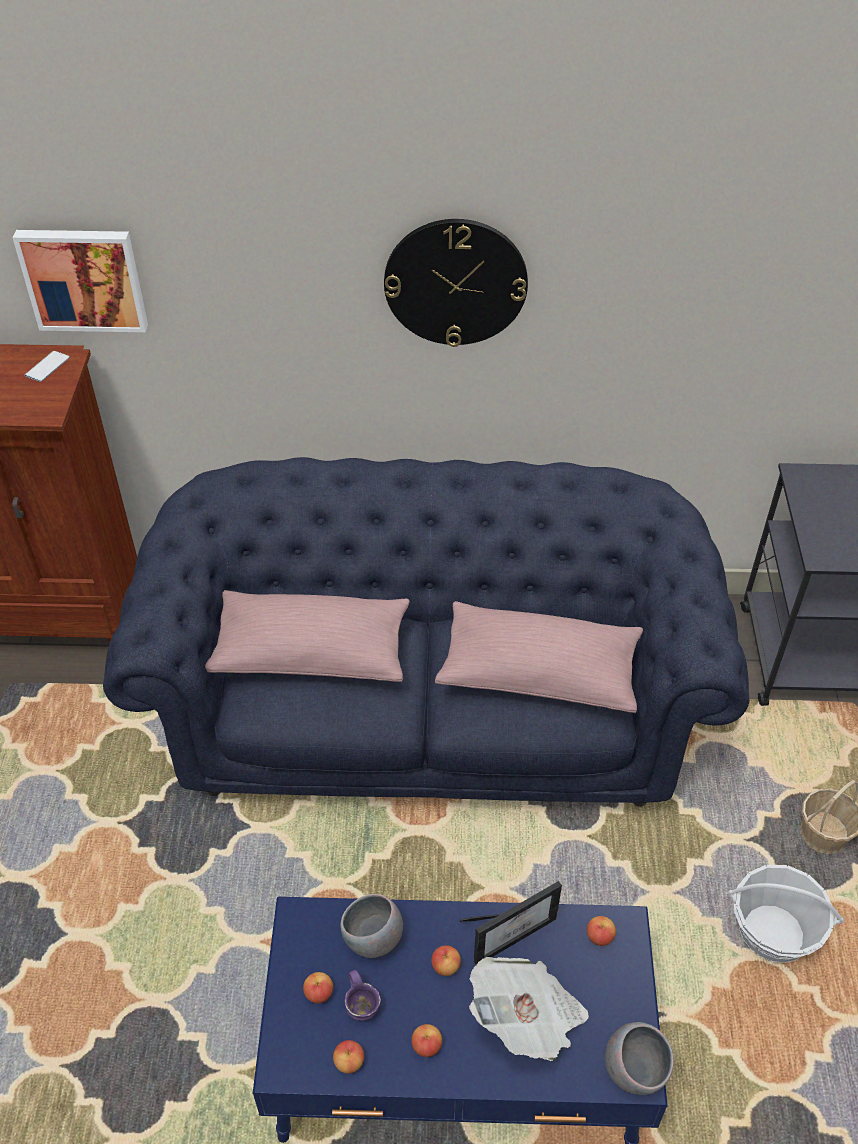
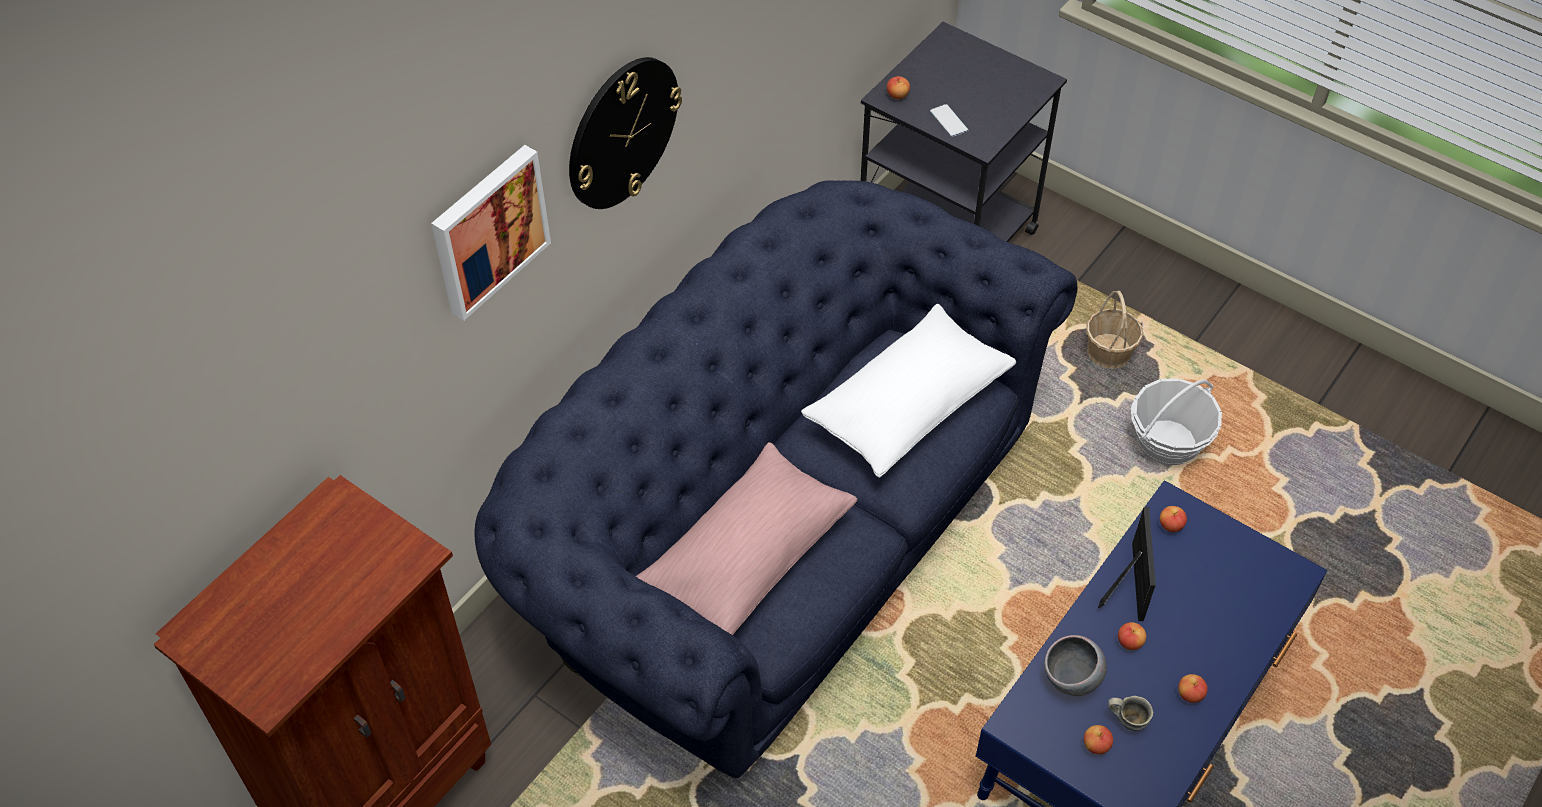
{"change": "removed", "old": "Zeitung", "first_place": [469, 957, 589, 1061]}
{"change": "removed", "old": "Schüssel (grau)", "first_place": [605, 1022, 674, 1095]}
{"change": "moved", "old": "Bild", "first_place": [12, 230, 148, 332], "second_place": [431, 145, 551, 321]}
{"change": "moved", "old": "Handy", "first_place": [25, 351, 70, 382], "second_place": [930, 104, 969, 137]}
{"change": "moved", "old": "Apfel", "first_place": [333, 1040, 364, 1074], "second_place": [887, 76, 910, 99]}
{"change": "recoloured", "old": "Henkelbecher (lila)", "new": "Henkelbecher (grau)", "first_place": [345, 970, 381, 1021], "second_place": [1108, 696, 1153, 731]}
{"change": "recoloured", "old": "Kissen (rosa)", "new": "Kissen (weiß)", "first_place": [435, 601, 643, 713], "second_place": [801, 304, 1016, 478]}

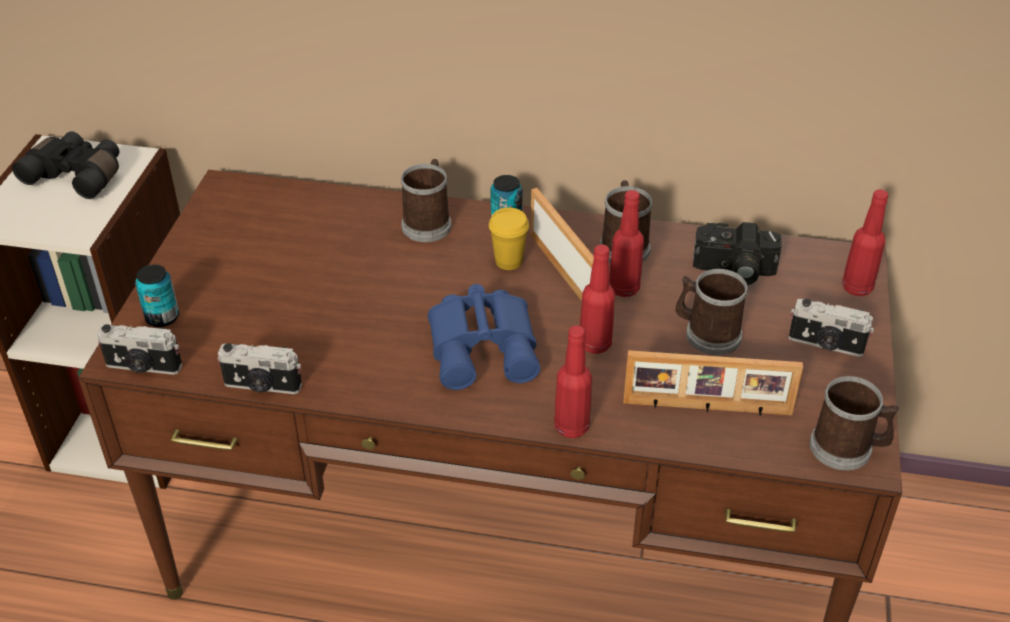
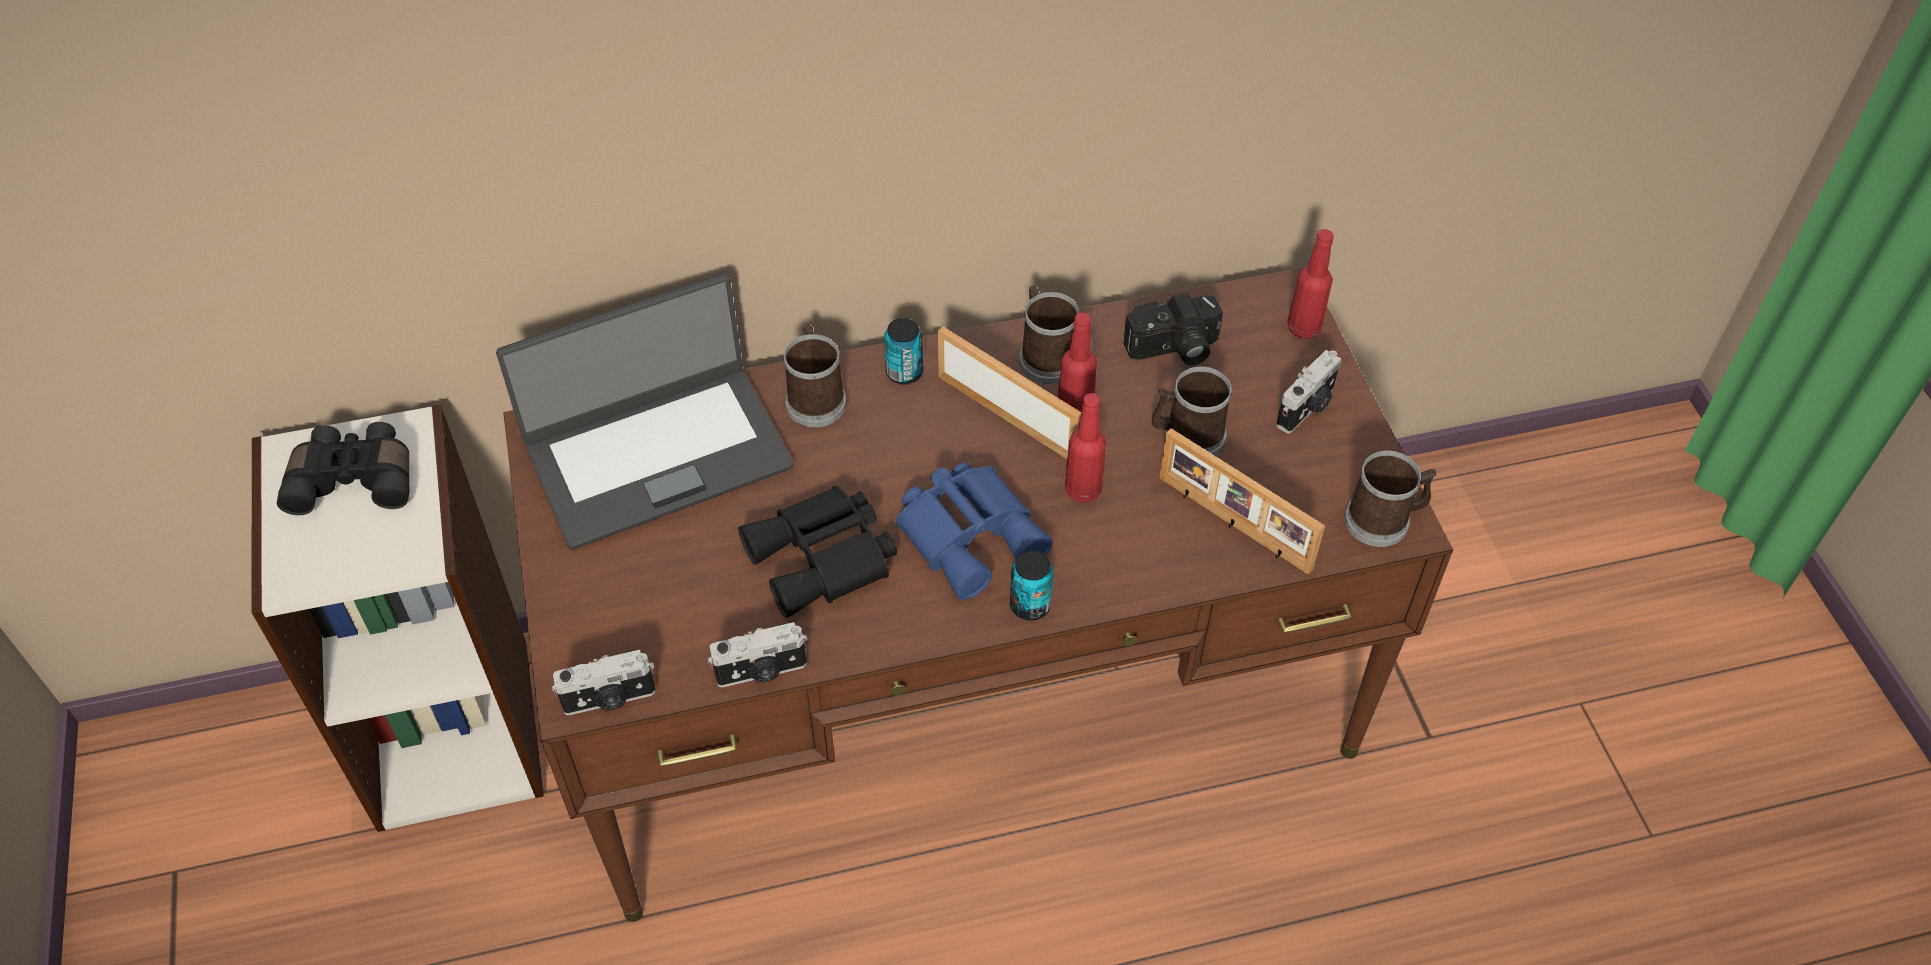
{"change": "removed", "old": "Tasse (gelb)", "first_place": [489, 208, 529, 270]}
{"change": "removed", "old": "Flasche (rot)", "first_place": [554, 325, 592, 438]}
{"change": "added", "new": "Laptop", "second_place": [496, 273, 793, 550]}
{"change": "added", "new": "Fernglas (schwarz)", "second_place": [738, 486, 897, 618]}
{"change": "moved", "old": "Dose", "first_place": [135, 264, 179, 327], "second_place": [1010, 551, 1054, 621]}
{"change": "turned", "old": "Bilderrahmen", "first_place": [623, 350, 803, 416], "second_place": [1159, 428, 1325, 575], "degrees": 60}
{"change": "turned", "old": "Kamera", "first_place": [789, 299, 874, 357], "second_place": [1276, 350, 1341, 434], "degrees": -45}

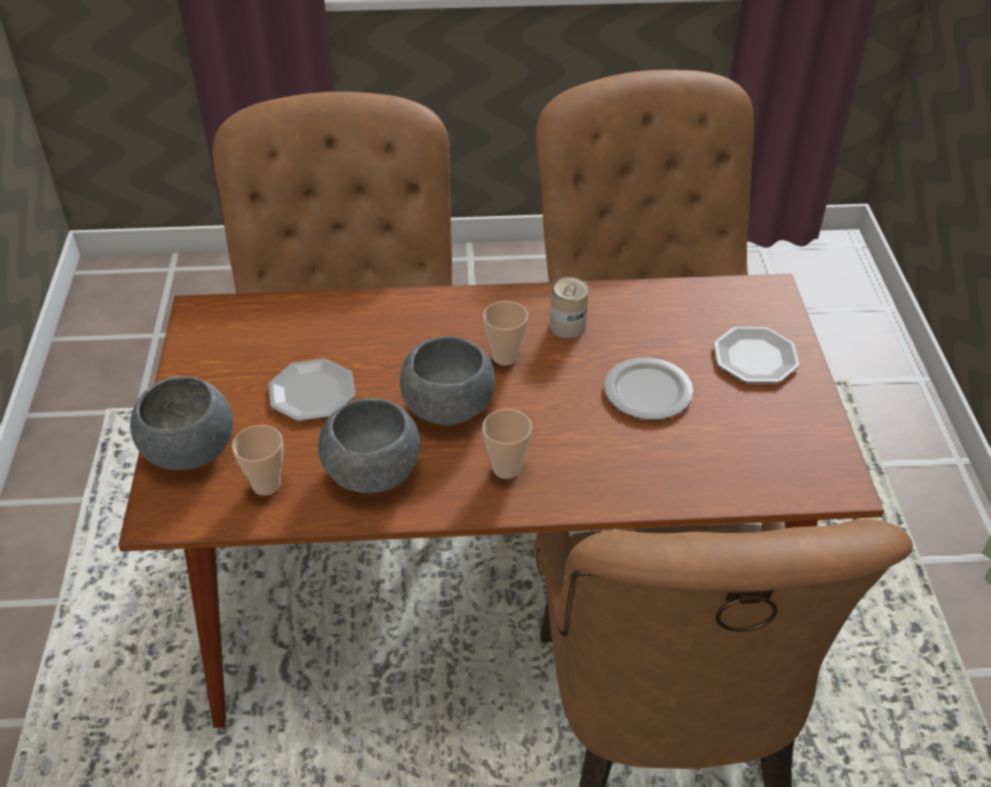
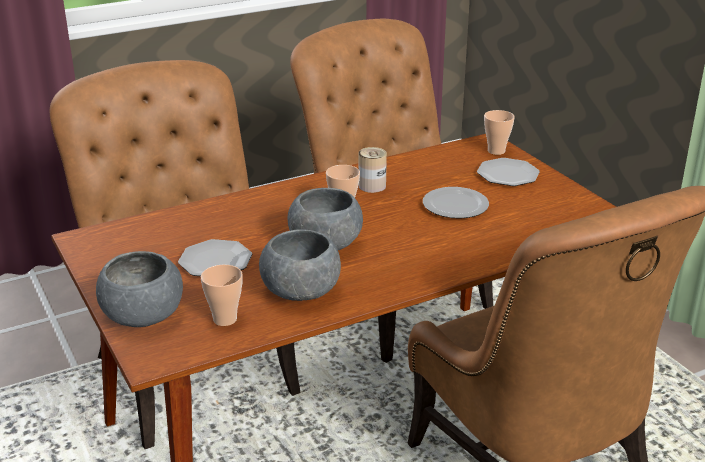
{"change": "moved", "old": "Tasse", "first_place": [482, 409, 532, 479], "second_place": [484, 110, 515, 155]}

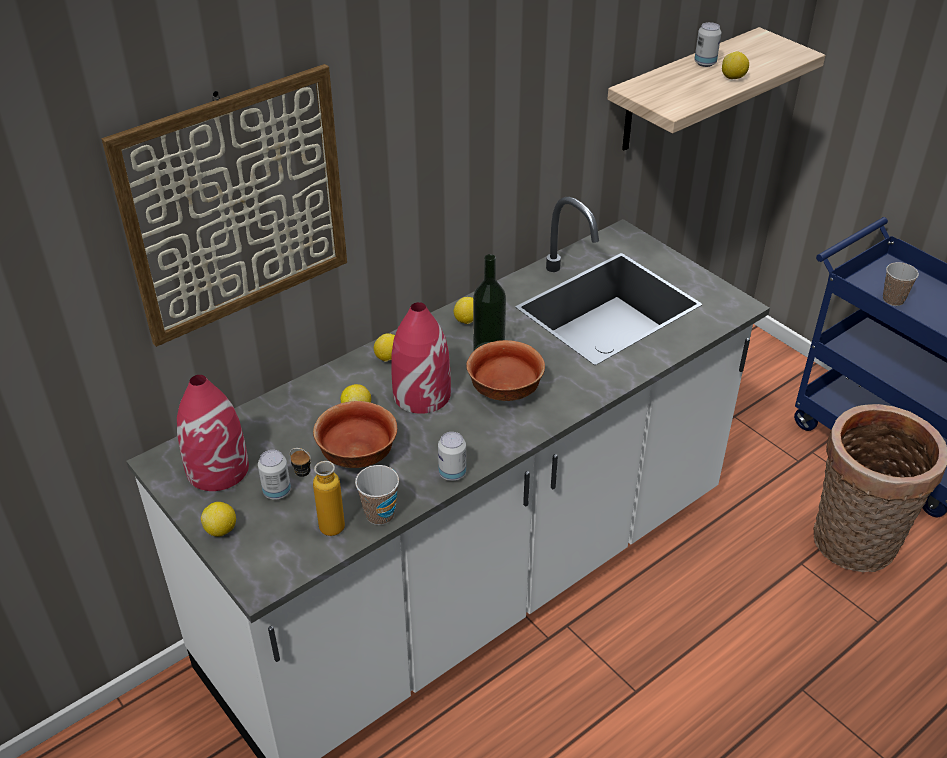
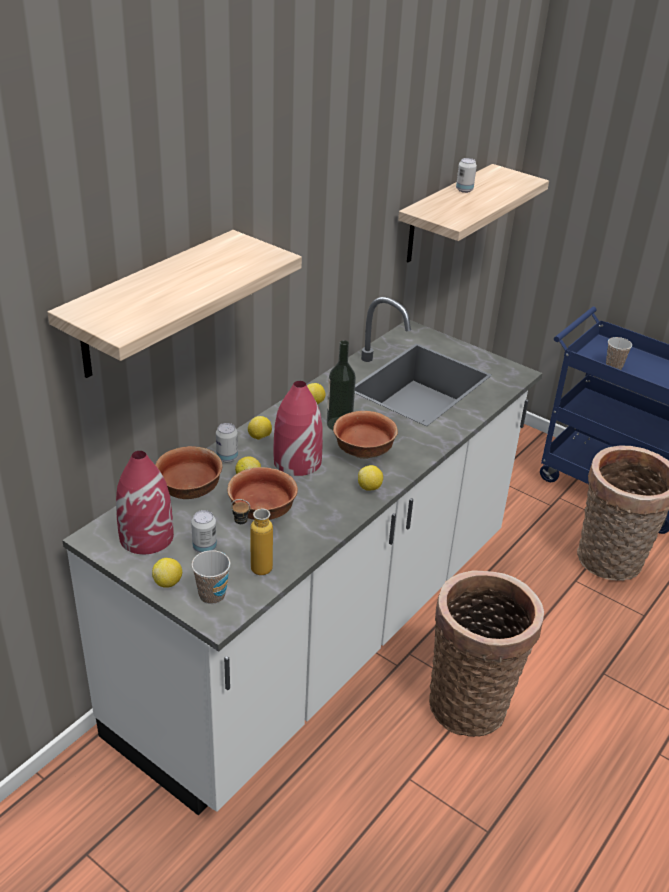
{"change": "added", "new": "Schüssel", "second_place": [155, 446, 222, 499]}
{"change": "added", "new": "Korb", "second_place": [429, 570, 544, 737]}
{"change": "moved", "old": "Tasse", "first_place": [355, 465, 399, 525], "second_place": [191, 550, 230, 604]}
{"change": "moved", "old": "Dose", "first_place": [438, 432, 466, 481], "second_place": [216, 423, 238, 462]}
{"change": "moved", "old": "Zitrone", "first_place": [722, 52, 749, 79], "second_place": [358, 465, 383, 491]}
{"change": "replaced", "old": "Bild", "new": "Wandregal", "first_place": [102, 64, 347, 347], "second_place": [48, 230, 302, 378]}

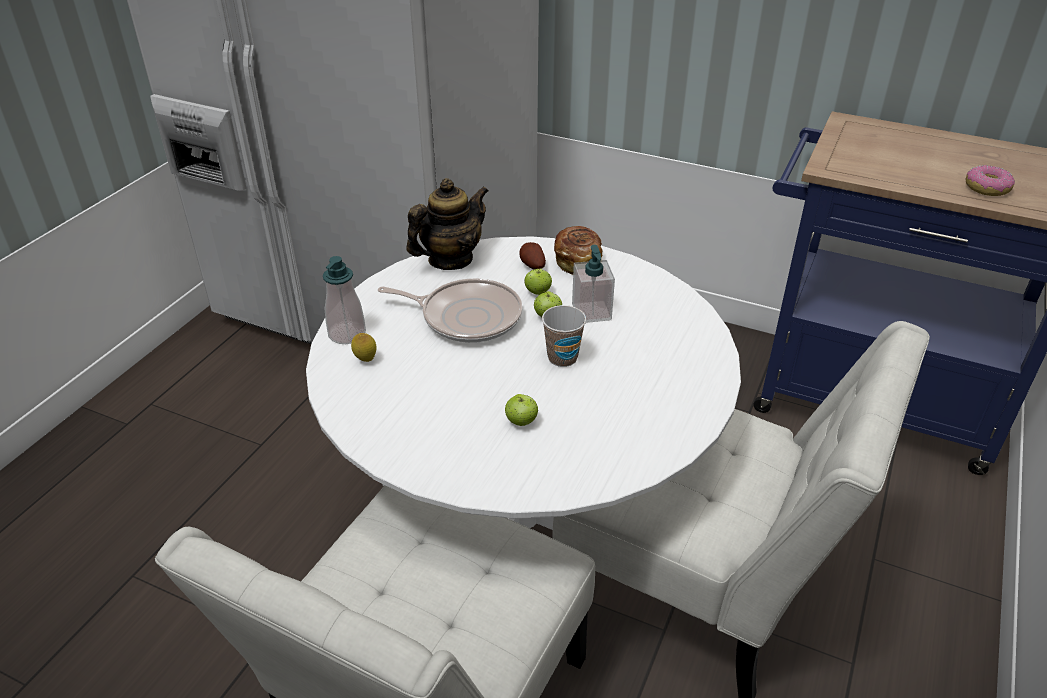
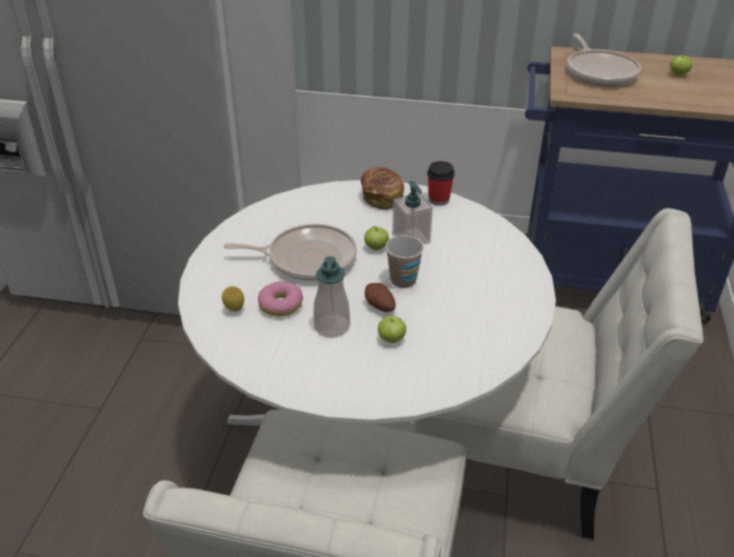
{"change": "removed", "old": "Teekanne", "first_place": [406, 178, 488, 270]}
{"change": "added", "new": "Tasse", "second_place": [427, 161, 455, 206]}
{"change": "added", "new": "Pfanne", "second_place": [567, 34, 641, 86]}
{"change": "moved", "old": "Seifenspender", "first_place": [323, 256, 366, 344], "second_place": [313, 256, 350, 338]}
{"change": "moved", "old": "Kartoffel", "first_place": [520, 242, 546, 269], "second_place": [365, 283, 396, 312]}
{"change": "moved", "old": "Apfel", "first_place": [524, 268, 552, 295], "second_place": [670, 53, 692, 76]}
{"change": "moved", "old": "Donut", "first_place": [965, 165, 1015, 196], "second_place": [258, 281, 303, 316]}

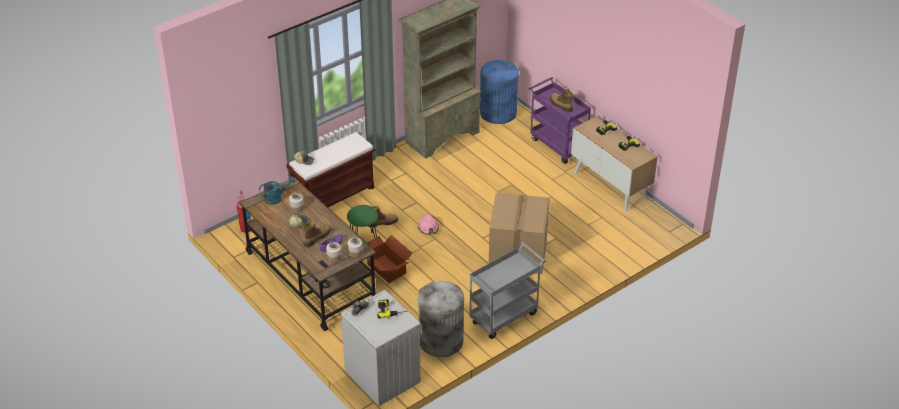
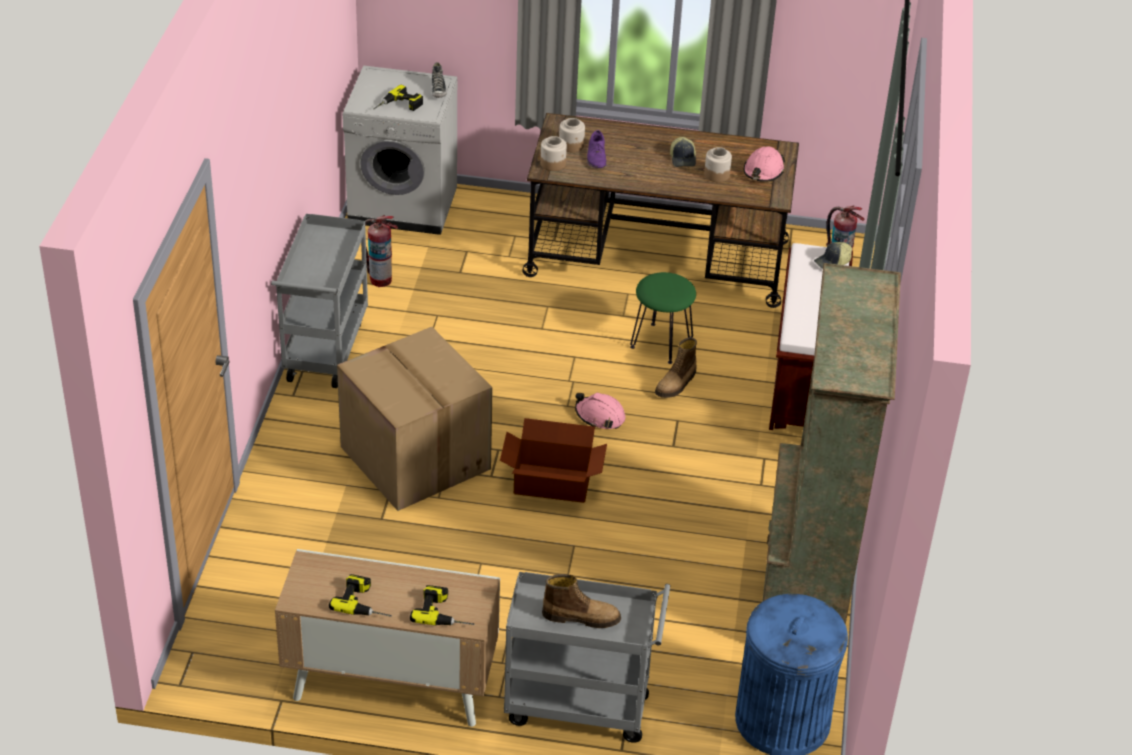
{"change": "removed", "old": "Stiefel", "first_place": [303, 222, 331, 247]}
{"change": "moved", "old": "Karton", "first_place": [367, 235, 413, 283], "second_place": [500, 418, 607, 503]}
{"change": "replaced", "old": "Gießkanne (türkis)", "new": "Schutzhelm (rosa)", "first_place": [259, 176, 295, 205], "second_place": [743, 146, 786, 182]}
{"change": "replaced", "old": "Mülleimer (grau)", "new": "Feuerlöscher", "first_place": [418, 281, 464, 357], "second_place": [365, 215, 398, 287]}
{"change": "recoloured", "old": "Rollwagen (lila)", "new": "Rollwagen (grau)", "first_place": [529, 77, 591, 164], "second_place": [504, 572, 670, 743]}

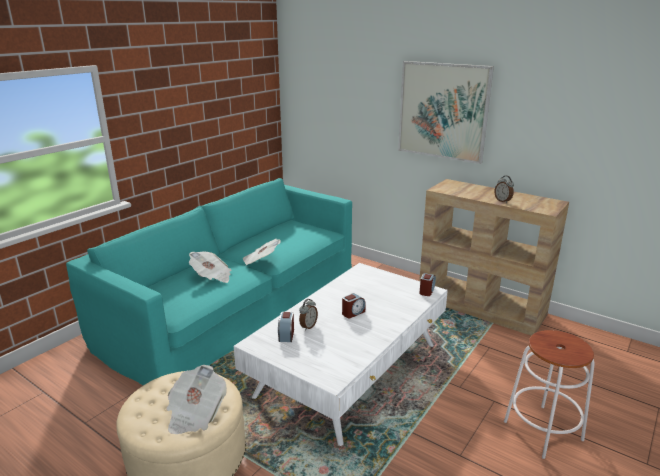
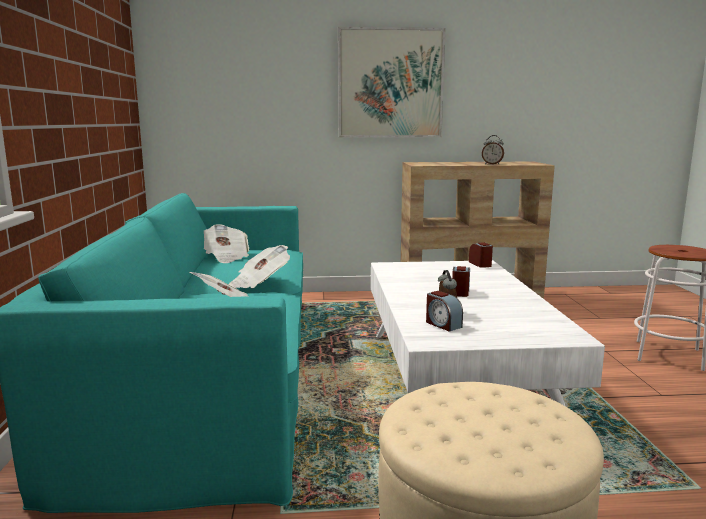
{"change": "moved", "old": "Zeitung", "first_place": [166, 365, 227, 434], "second_place": [204, 224, 249, 263]}

